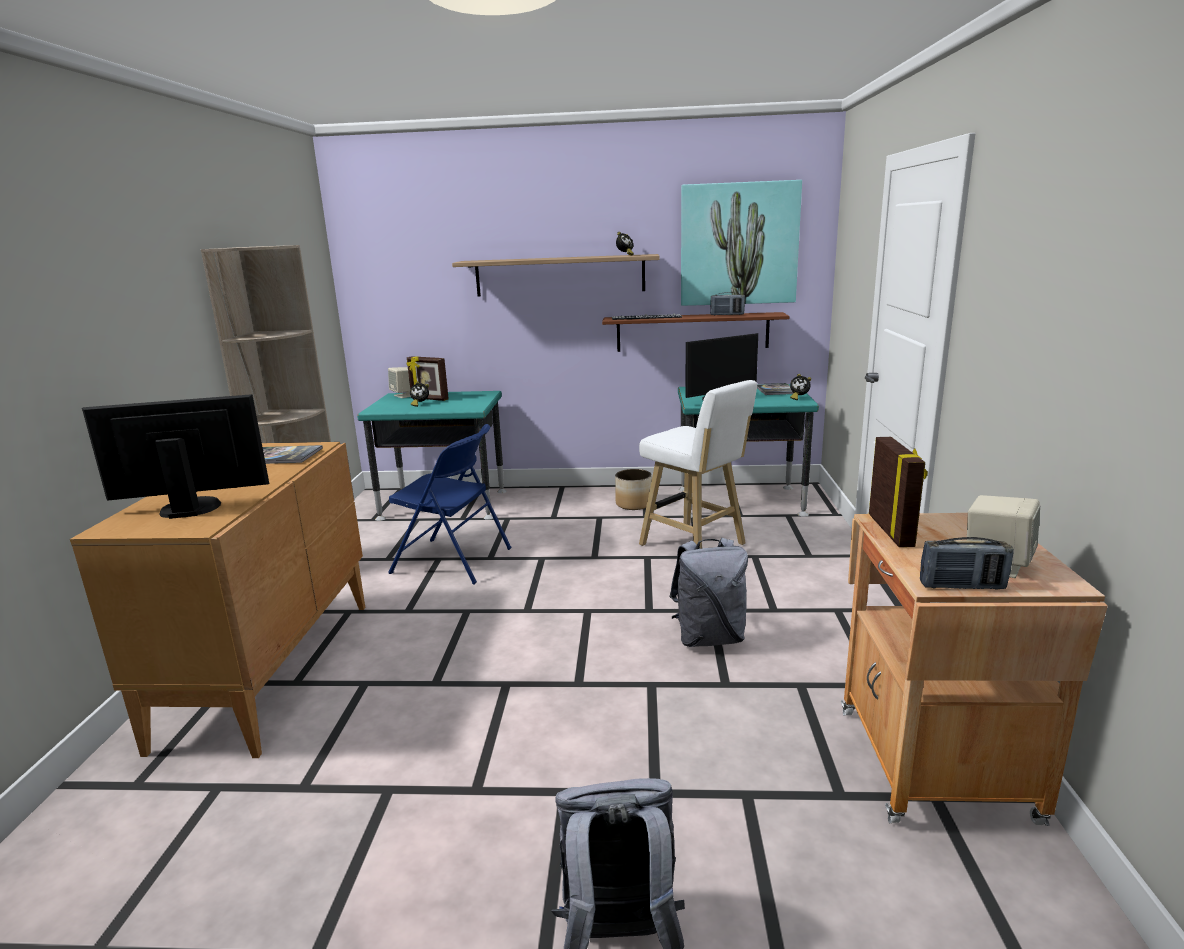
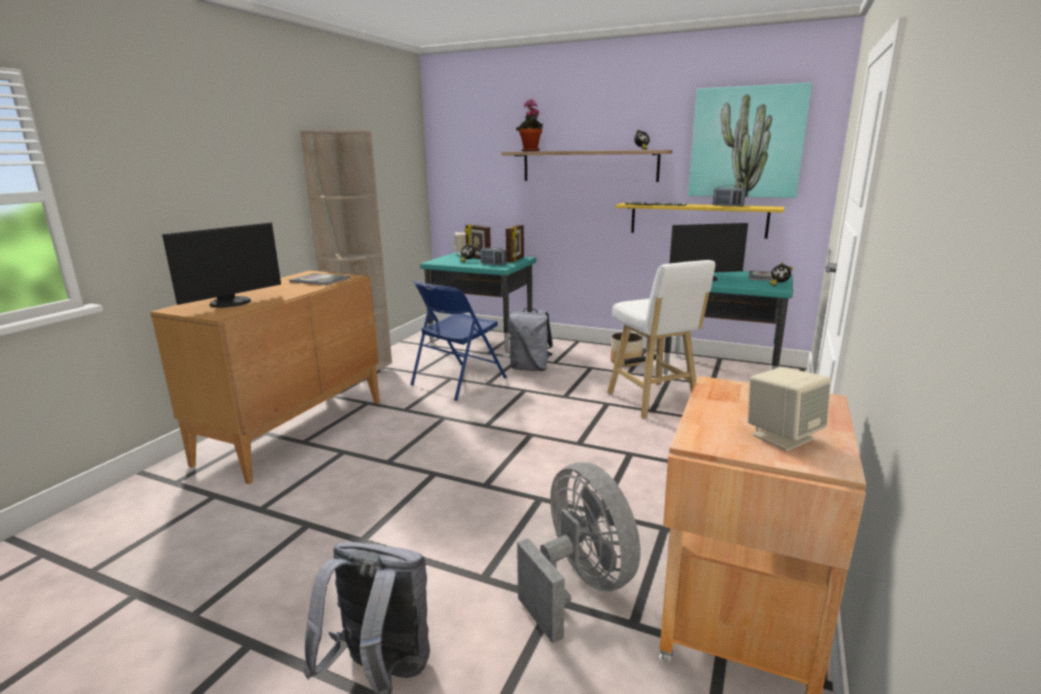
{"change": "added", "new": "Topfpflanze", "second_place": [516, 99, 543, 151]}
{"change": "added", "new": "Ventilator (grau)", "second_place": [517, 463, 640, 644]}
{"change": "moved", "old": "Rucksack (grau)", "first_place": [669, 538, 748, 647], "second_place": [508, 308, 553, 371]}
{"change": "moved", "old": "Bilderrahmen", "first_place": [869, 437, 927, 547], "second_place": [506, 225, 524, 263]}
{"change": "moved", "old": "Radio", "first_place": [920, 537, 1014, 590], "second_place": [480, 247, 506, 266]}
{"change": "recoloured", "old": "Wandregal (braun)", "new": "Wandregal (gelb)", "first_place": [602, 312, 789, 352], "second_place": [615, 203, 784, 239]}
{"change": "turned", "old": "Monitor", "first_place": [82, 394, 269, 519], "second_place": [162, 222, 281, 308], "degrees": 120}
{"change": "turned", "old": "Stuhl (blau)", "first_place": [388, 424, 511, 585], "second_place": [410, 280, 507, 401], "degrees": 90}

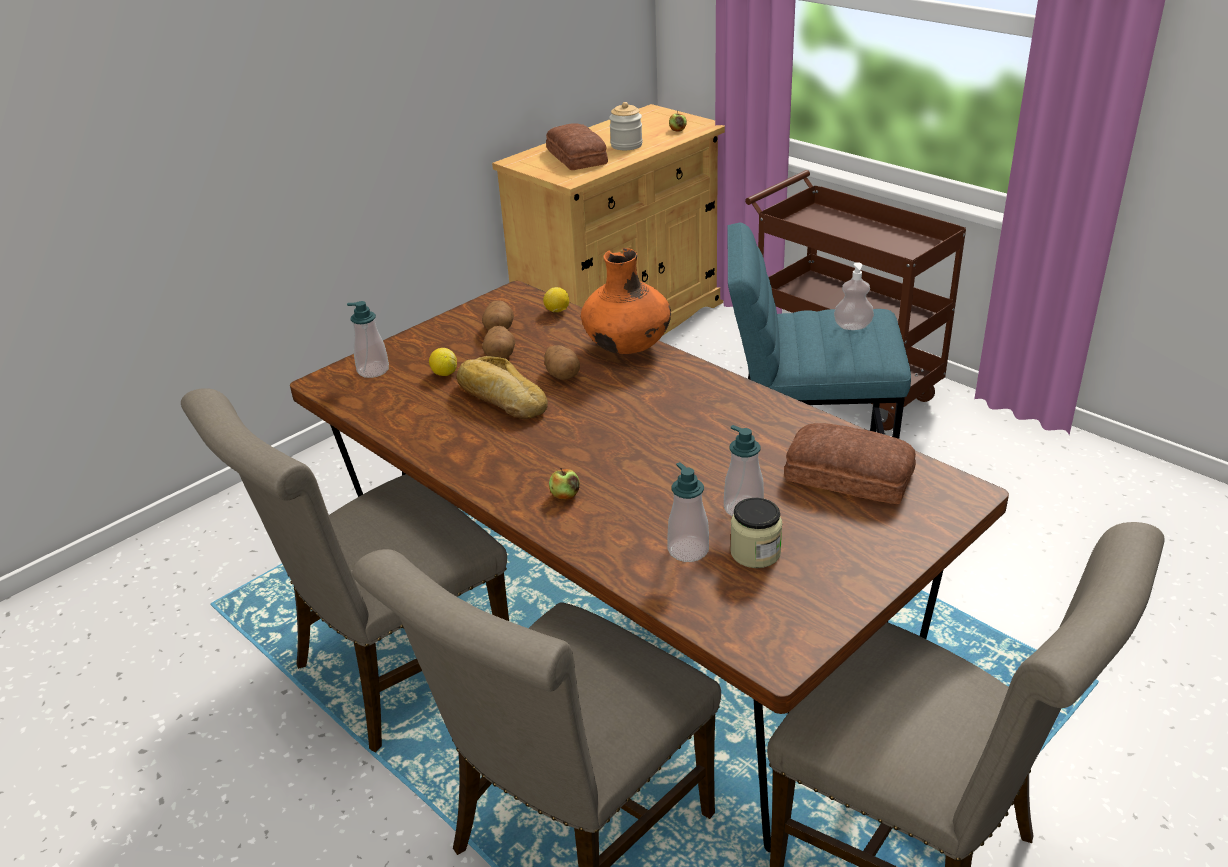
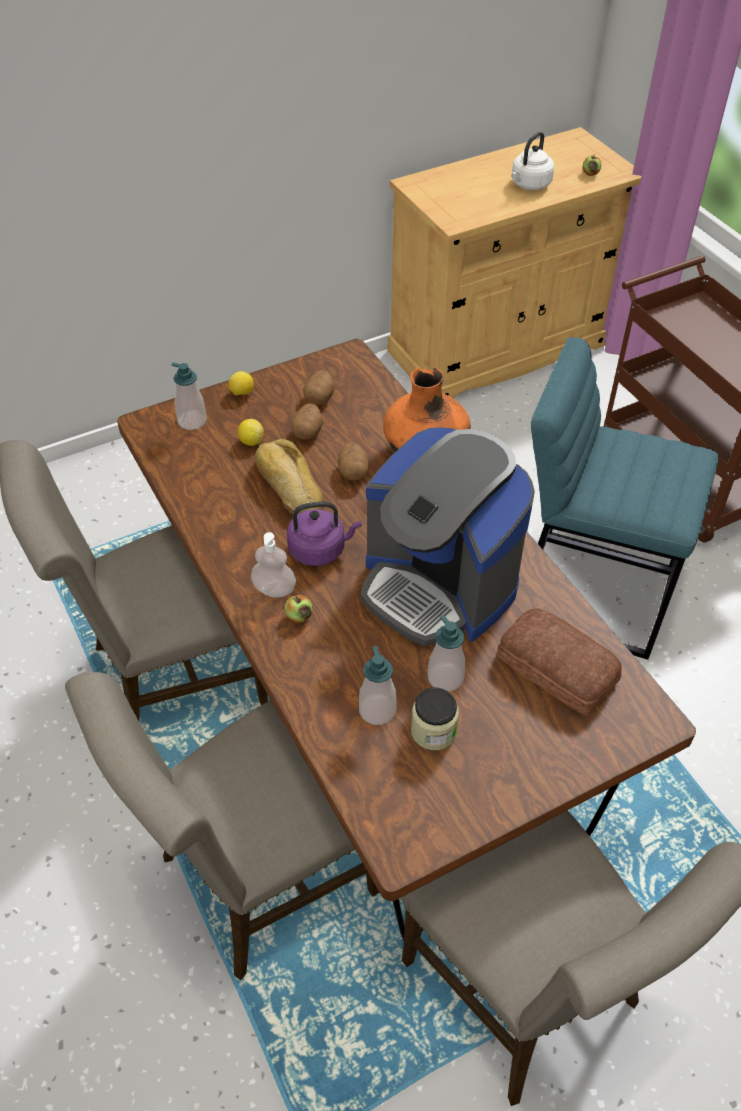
{"change": "removed", "old": "Brot", "first_place": [546, 123, 608, 170]}
{"change": "added", "new": "Wasserkessel (lila)", "second_place": [287, 502, 362, 566]}
{"change": "added", "new": "Kaffeemaschine", "second_place": [361, 427, 535, 646]}
{"change": "moved", "old": "Zitrone", "first_place": [543, 287, 569, 312], "second_place": [228, 371, 254, 395]}
{"change": "moved", "old": "Seifenspender", "first_place": [834, 262, 874, 330], "second_place": [251, 532, 296, 598]}
{"change": "replaced", "old": "Vorratsglas", "new": "Wasserkessel (weiß)", "first_place": [609, 102, 643, 150], "second_place": [512, 132, 554, 190]}

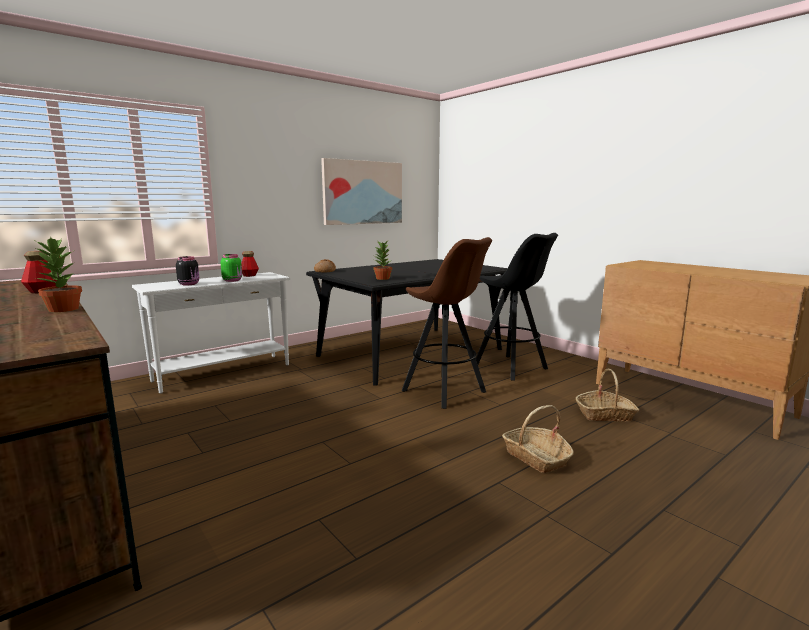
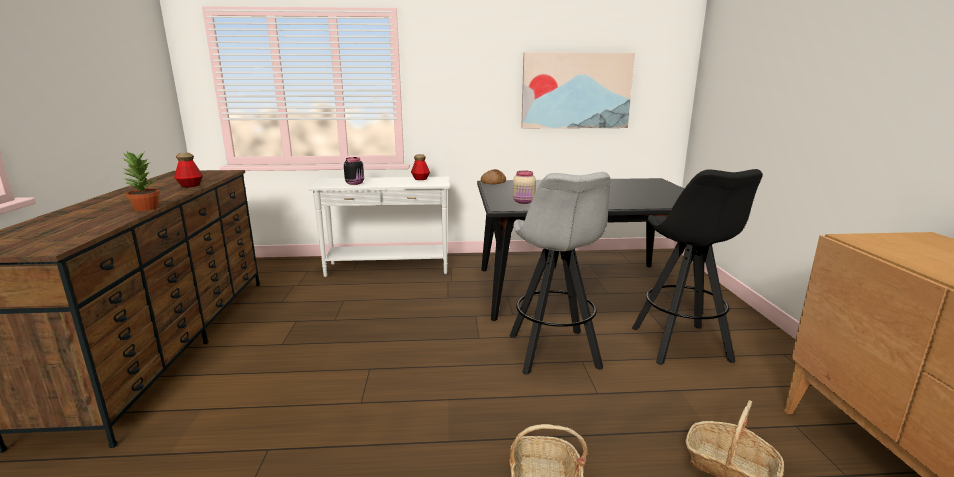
{"change": "removed", "old": "Vorratsglas (grün)", "first_place": [220, 254, 242, 282]}
{"change": "replaced", "old": "Topfpflanze", "new": "Vorratsglas (beige)", "first_place": [373, 241, 392, 280], "second_place": [513, 171, 536, 204]}
{"change": "recoloured", "old": "Hocker (braun)", "new": "Hocker (grau)", "first_place": [402, 237, 492, 409], "second_place": [510, 172, 610, 375]}

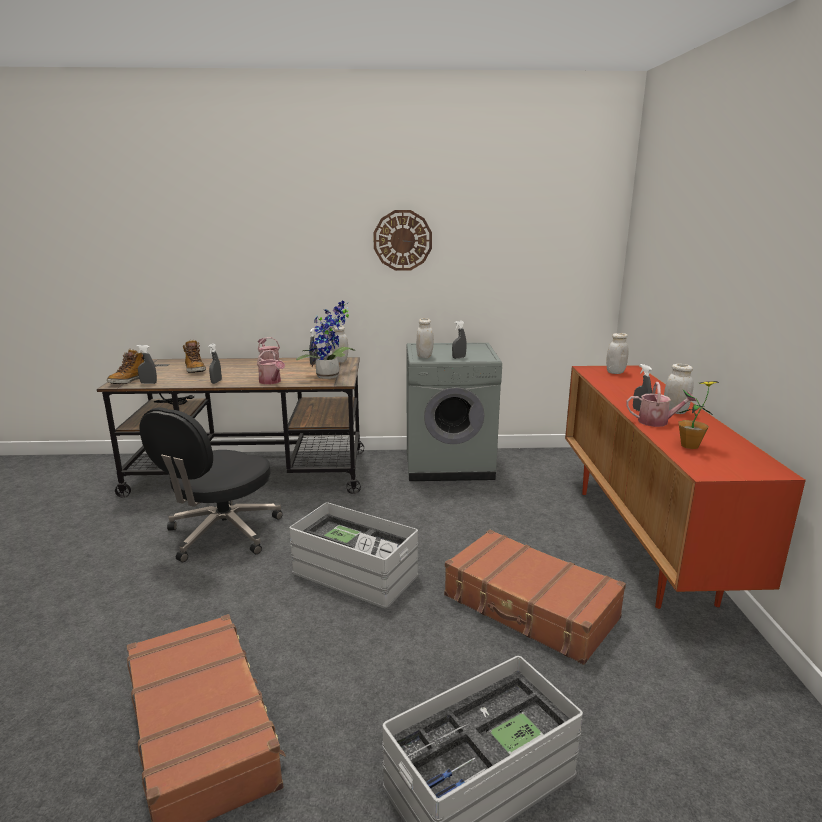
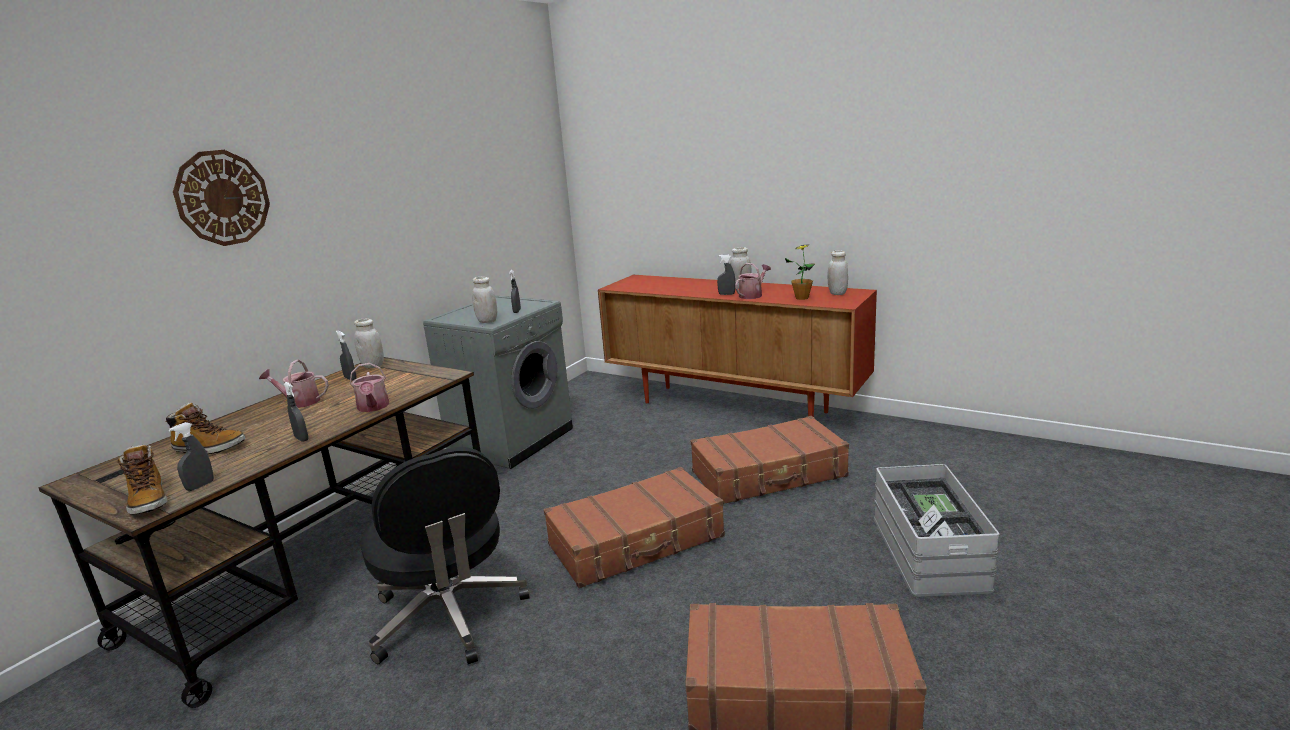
{"change": "removed", "old": "Topfpflanze", "first_place": [296, 301, 355, 379]}
{"change": "moved", "old": "Wanduhr", "first_place": [373, 210, 432, 271], "second_place": [173, 150, 270, 246]}
{"change": "moved", "old": "Vorratsglas (weiß)", "first_place": [606, 333, 629, 374], "second_place": [827, 250, 848, 295]}
{"change": "replaced", "old": "Aufbewahrungsbox (grau)", "new": "Koffer (braun)", "first_place": [289, 502, 419, 608], "second_place": [544, 467, 725, 588]}
{"change": "turned", "old": "Gießkanne", "first_place": [257, 350, 285, 385], "second_place": [350, 363, 389, 412], "degrees": 75}

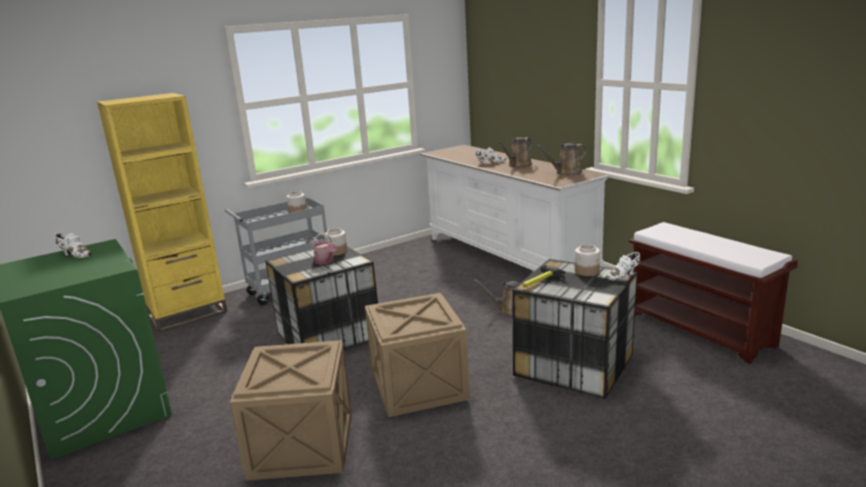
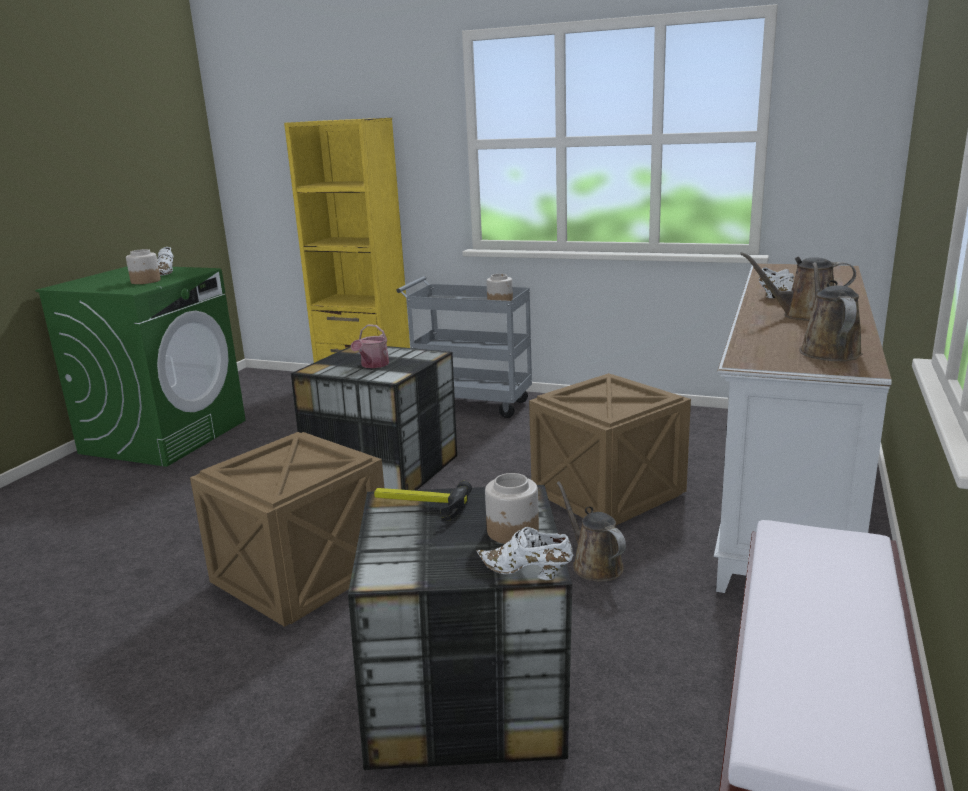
{"change": "moved", "old": "Kiste", "first_place": [230, 340, 351, 481], "second_place": [529, 373, 691, 525]}
{"change": "moved", "old": "Vorratsglas", "first_place": [324, 228, 347, 256], "second_place": [126, 249, 161, 284]}
{"change": "turned", "old": "Gießkanne (braun)", "first_place": [536, 143, 587, 175], "second_place": [799, 262, 863, 361], "degrees": 60}

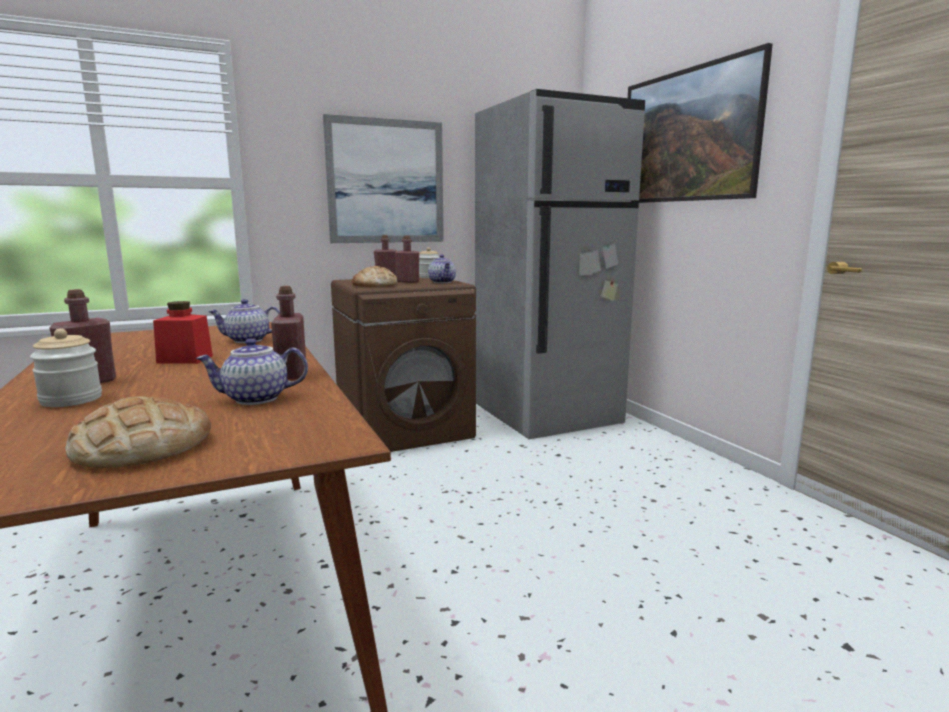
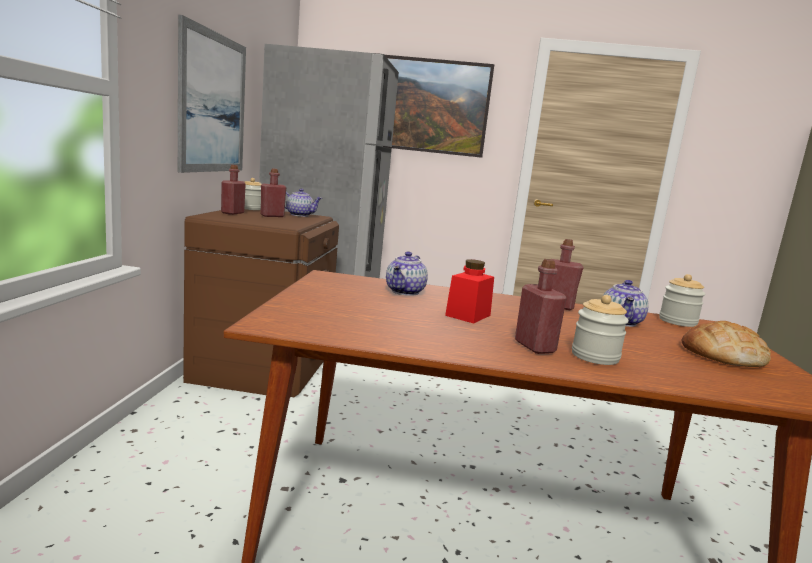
{"change": "removed", "old": "Brot", "first_place": [352, 266, 397, 287]}
{"change": "added", "new": "Vorratsglas", "second_place": [659, 274, 705, 327]}

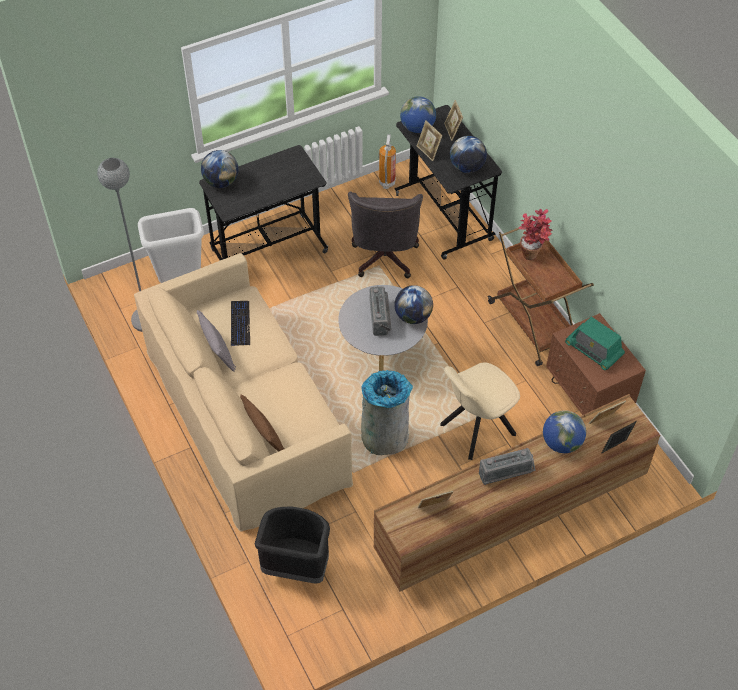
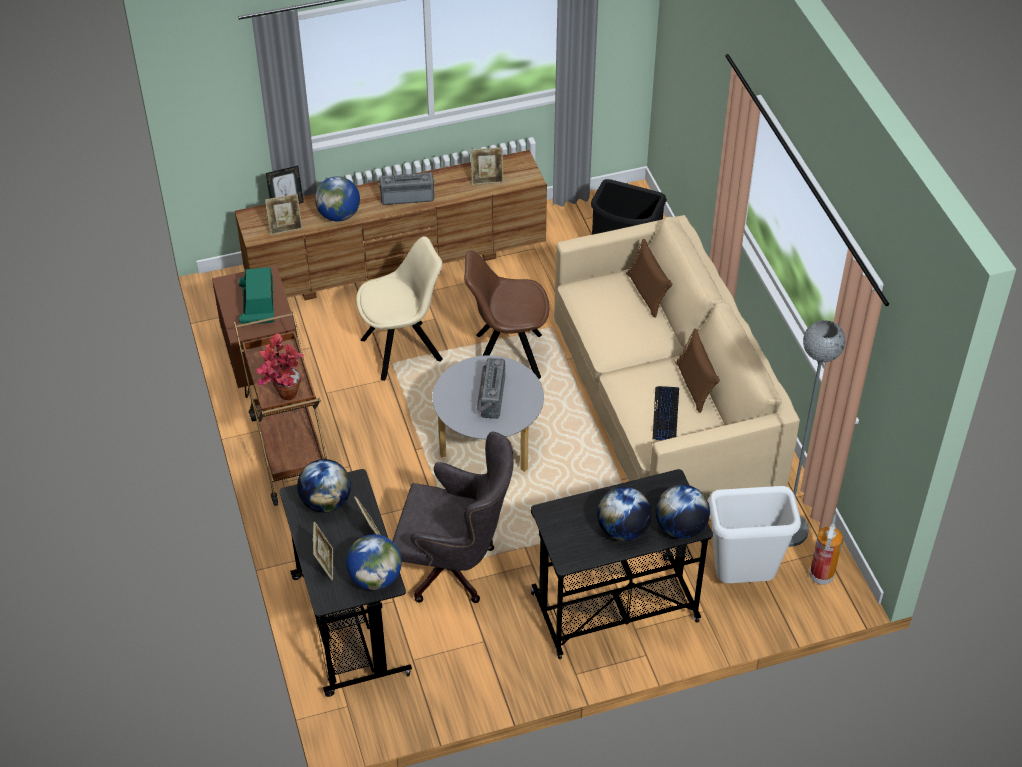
{"change": "moved", "old": "Feuerlöscher", "first_place": [379, 134, 396, 189], "second_place": [809, 512, 843, 585]}
{"change": "moved", "old": "Globus", "first_place": [394, 285, 433, 324], "second_place": [597, 487, 651, 541]}
{"change": "replaced", "old": "Mülleimer (grau)", "new": "Stuhl (braun)", "first_place": [361, 370, 413, 455], "second_place": [464, 250, 549, 379]}
{"change": "recoloured", "old": "Kissen (grau)", "new": "Kissen (braun)", "first_place": [197, 310, 236, 372], "second_place": [675, 328, 720, 413]}
{"change": "turned", "old": "Bürostuhl (grau)", "first_place": [348, 192, 423, 278], "second_place": [392, 432, 513, 603], "degrees": 90}
{"change": "turned", "old": "Radio", "first_place": [565, 317, 625, 370], "second_place": [239, 267, 274, 324], "degrees": -150}

